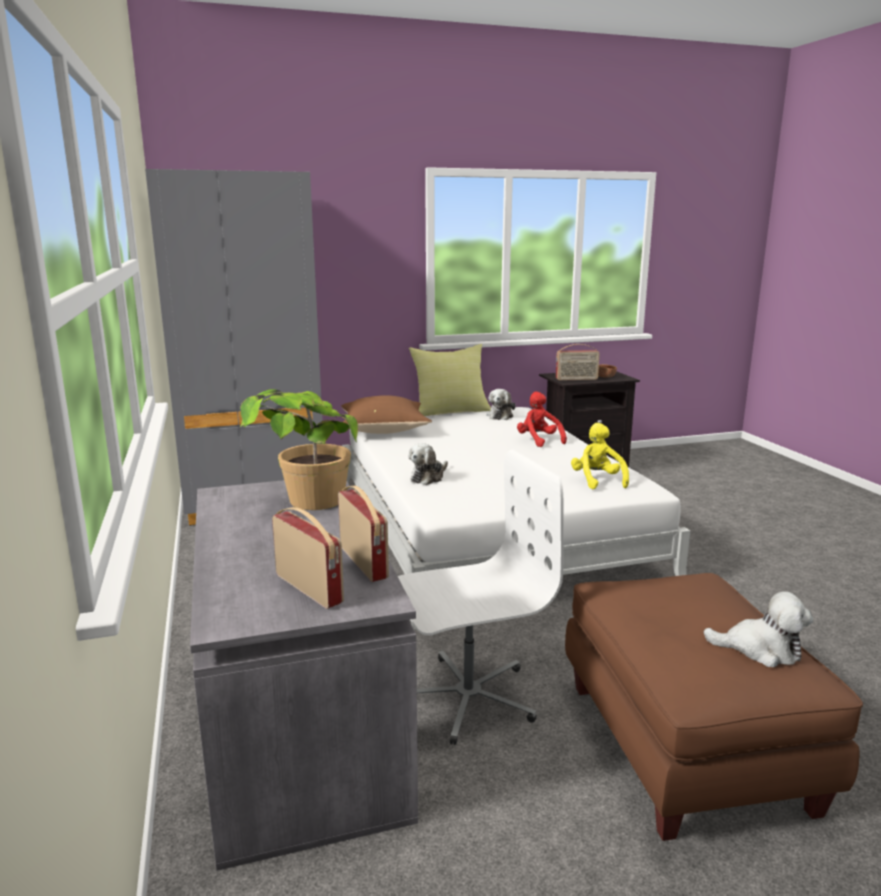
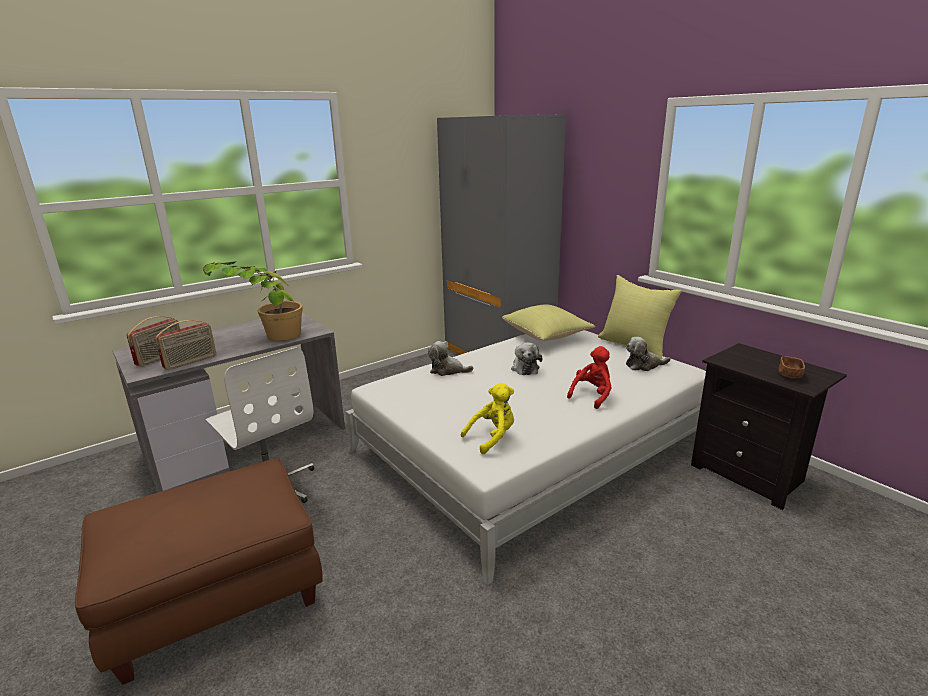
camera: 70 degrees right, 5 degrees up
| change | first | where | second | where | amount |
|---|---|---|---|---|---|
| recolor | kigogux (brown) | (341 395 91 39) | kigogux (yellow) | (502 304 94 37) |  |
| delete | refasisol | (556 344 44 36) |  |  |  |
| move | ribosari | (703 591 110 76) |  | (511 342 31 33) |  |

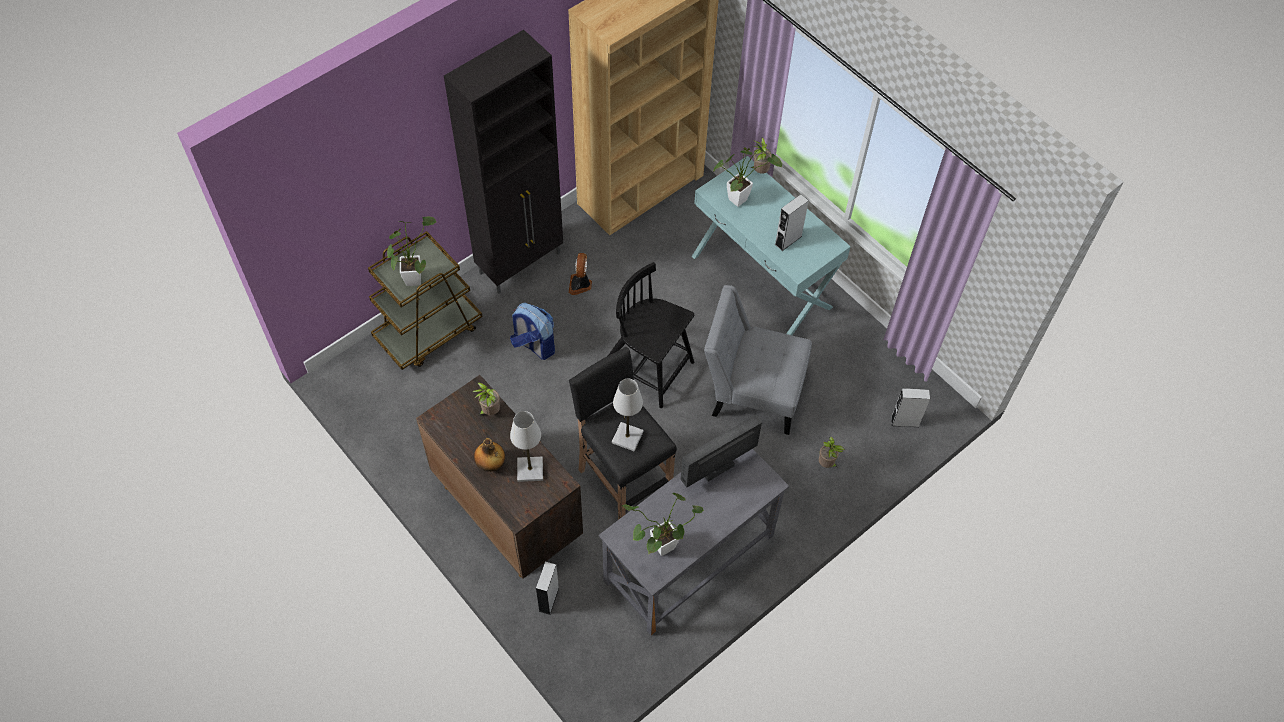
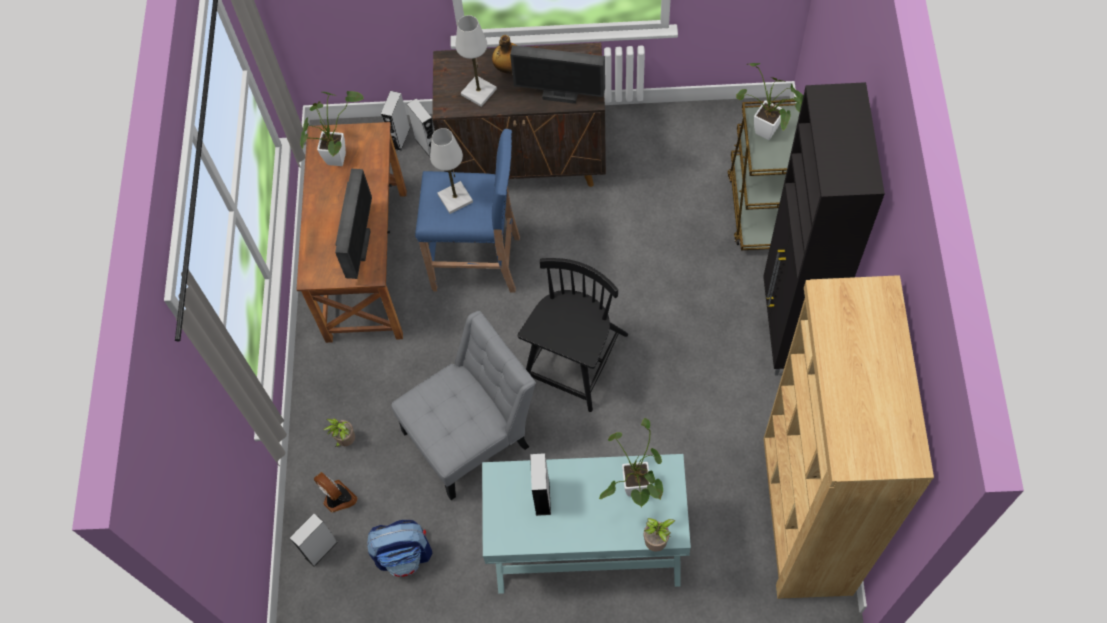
camera: 135 degrees right, 5 degrees up
| change | first | where | second | where | amount |
|---|---|---|---|---|---|
| replace | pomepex | (472 382 28 33) | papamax | (510 45 95 59) |  |
| move | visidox | (510 303 45 57) |  | (367 520 66 57) |  |
| move | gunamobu | (569 253 23 42) |  | (314 472 44 41) |  |
| recolor | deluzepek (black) | (569 347 108 173) | deluzepek (blue) | (415 129 105 164) |  |
| recolor | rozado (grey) | (599 449 190 186) | rozado (brown) | (297 122 110 221) |  |
| rotate | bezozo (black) | (608 262 87 146) |  | (518 258 110 154) | 45 degrees counterclockwise |
| insert |  |  | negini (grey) | (381 91 29 60) |  |

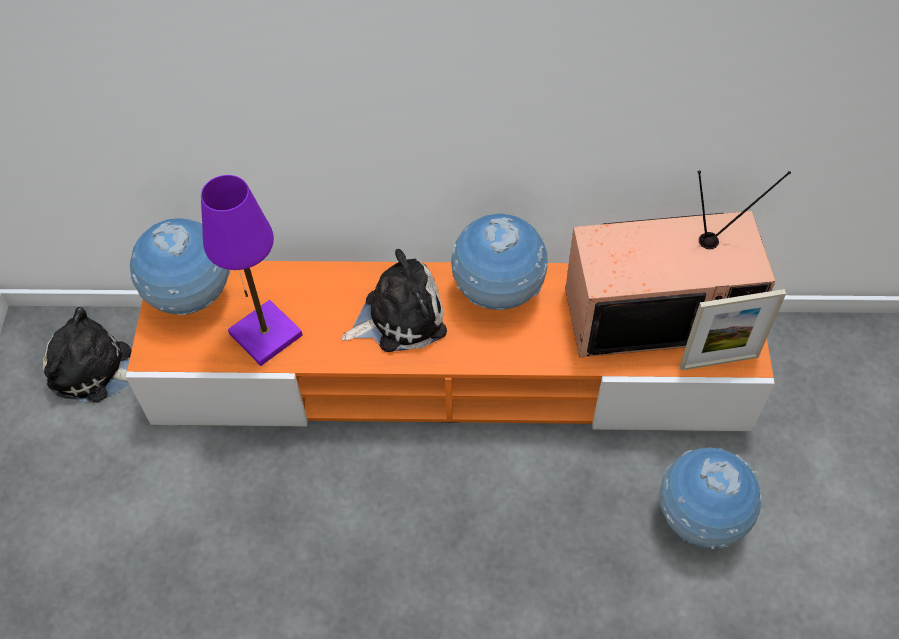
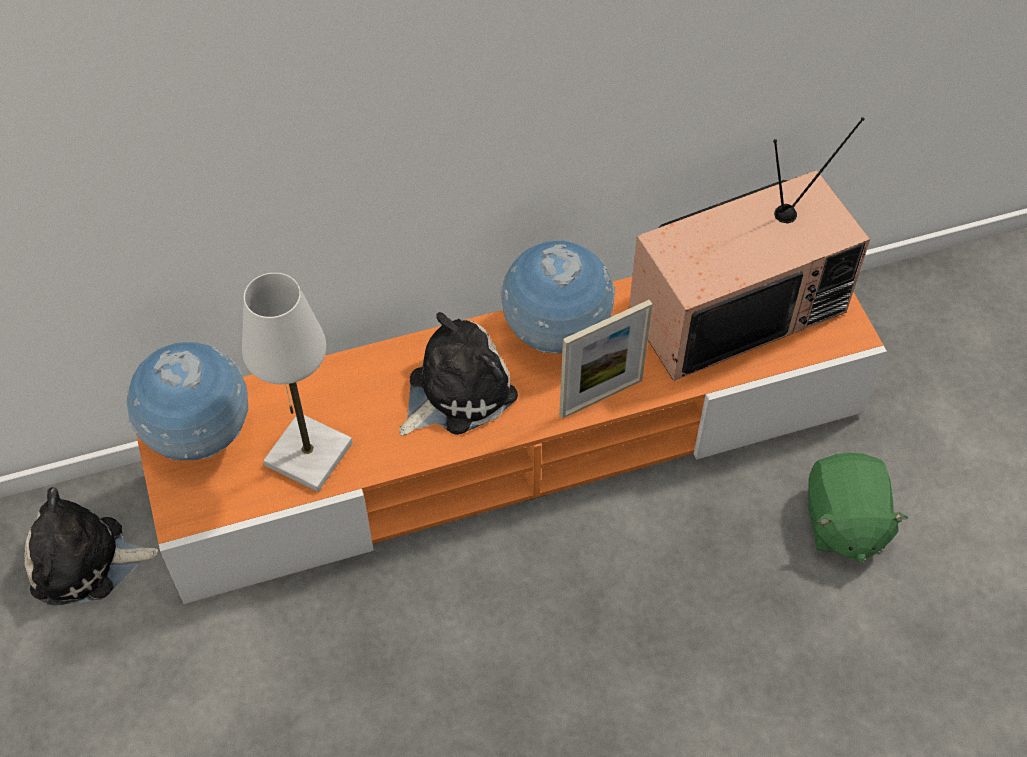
camera: 20 degrees left, 0 degrees up
| change | first | where | second | where | amount |
|---|---|---|---|---|---|
| recolor | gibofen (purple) | (201 175 101 191) | gibofen (white) | (242 273 111 219) |  |
| replace | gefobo | (660 448 102 101) | ribosari (green) | (808 453 100 109) |  |
| move | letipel | (680 289 106 81) |  | (559 300 94 119) |  |

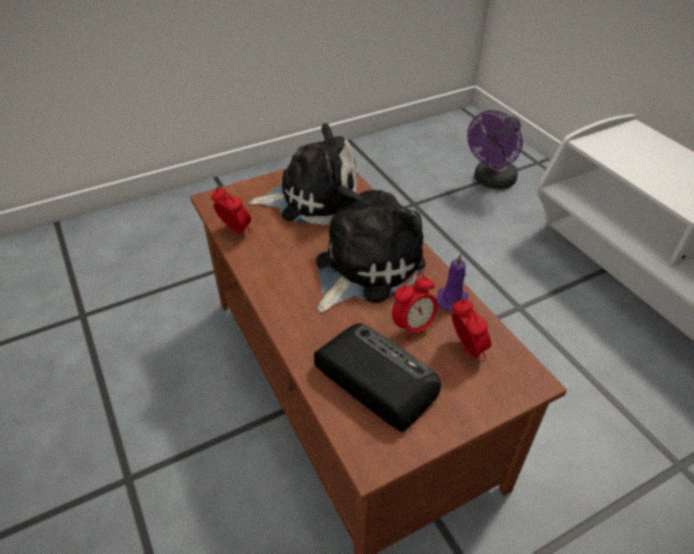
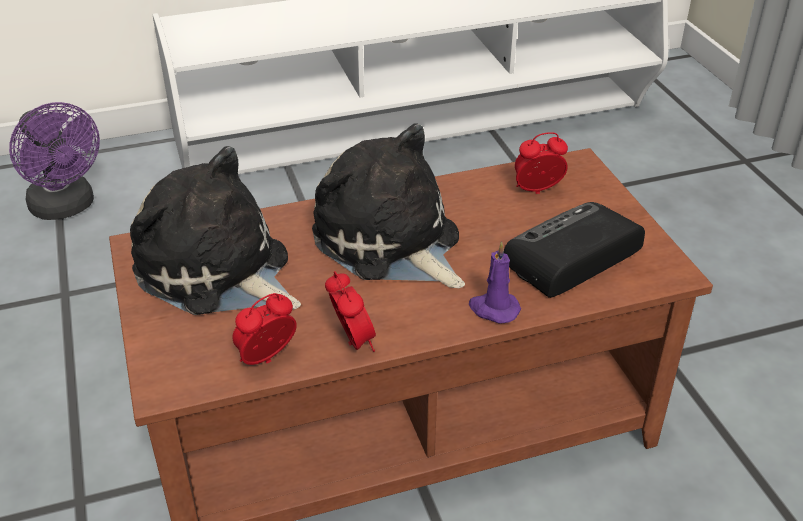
camera: 80 degrees left, 5 degrees down
| change | first | where | second | where | amount |
|---|---|---|---|---|---|
| rotate | ribosari | (248 123 110 102) |  | (130 146 171 169) | 60 degrees counterclockwise |
| move | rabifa | (392 272 46 68) |  | (325 271 51 81) |  |
| move | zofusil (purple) | (436 253 32 58) |  | (469 241 52 83) |  |

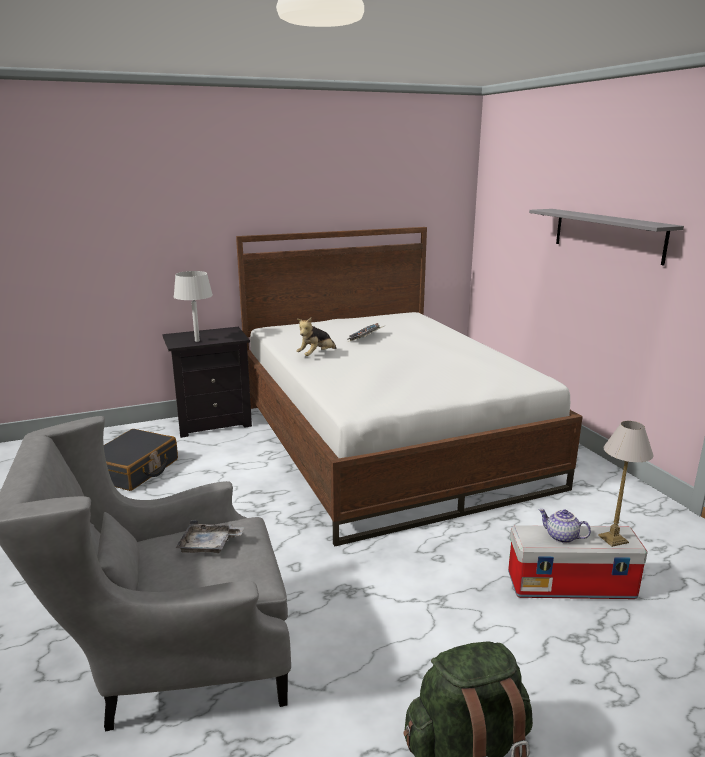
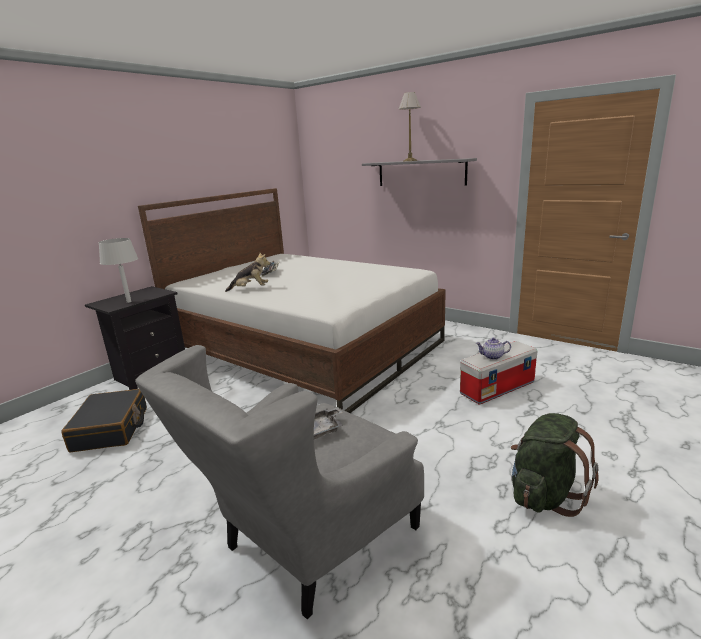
camera: 30 degrees left, 0 degrees up
| change | first | where | second | where | amount |
|---|---|---|---|---|---|
| rotate | ribosari | (296 318 40 38) |  | (225 252 45 40) | 105 degrees counterclockwise |
| move | gibofen | (598 421 55 126) |  | (399 92 22 69) |  |

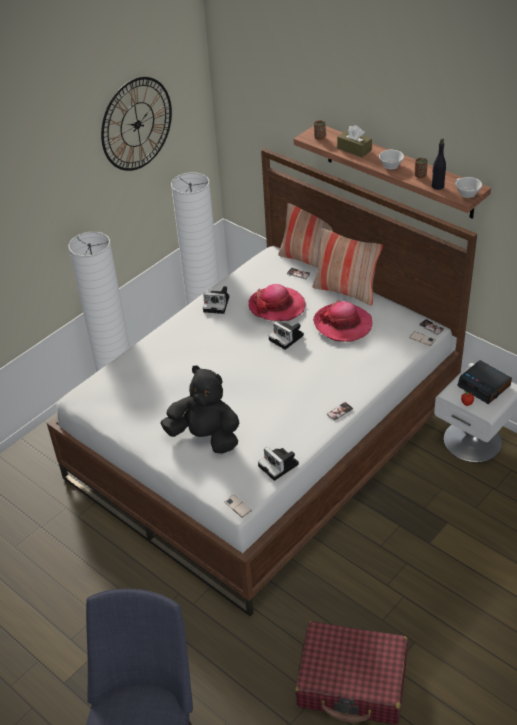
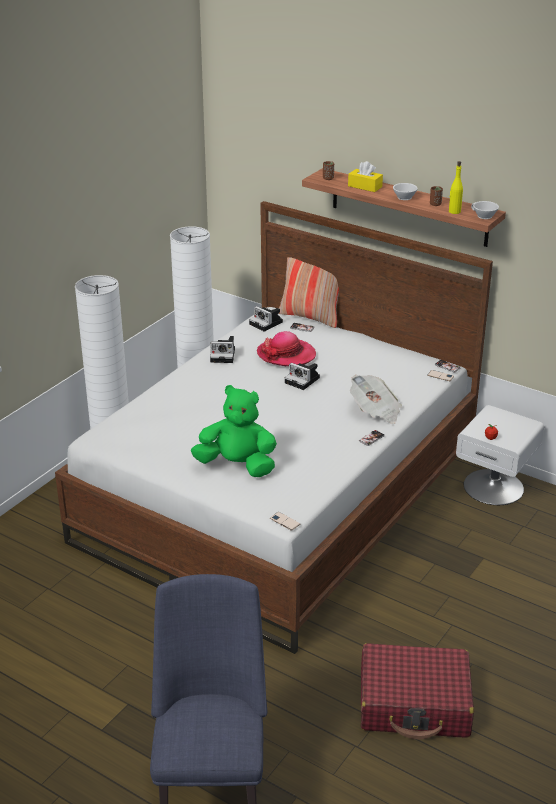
camera: 10 degrees left, 10 degrees down
| change | first | where | second | where | amount |
|---|---|---|---|---|---|
| delete | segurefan | (101 77 71 94) |  |  |  |
| recolor | ribosari (black) | (160 366 80 88) | ribosari (green) | (191 385 86 92) |  |
| move | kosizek | (258 447 41 34) |  | (249 306 34 26) |  |
| delete | kigogux | (312 228 71 77) |  |  |  |
| delete | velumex | (313 300 59 42) |  |  |  |
| recolor | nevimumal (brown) | (337 125 35 32) | nevimumal (yellow) | (348 161 35 31) |  |
| recolor | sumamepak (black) | (432 138 14 52) | sumamepak (yellow) | (449 161 14 53) |  |
| delete | rabifa | (457 360 55 44) |  |  |  |
| insert |  |  | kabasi | (350 375 52 49) |  |

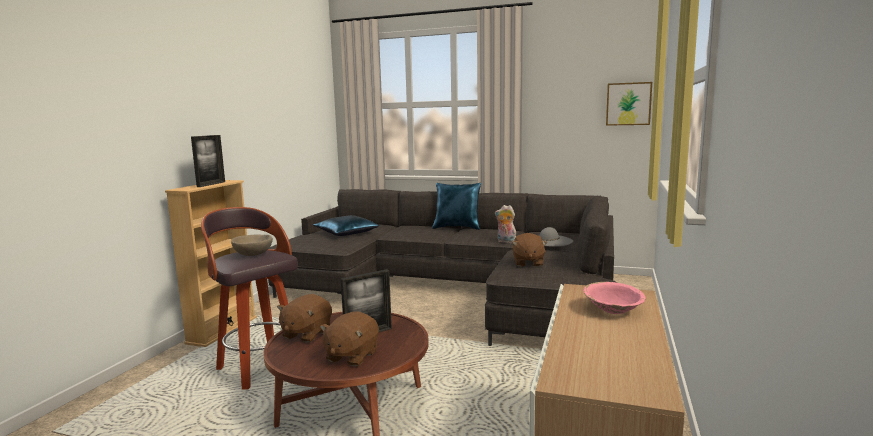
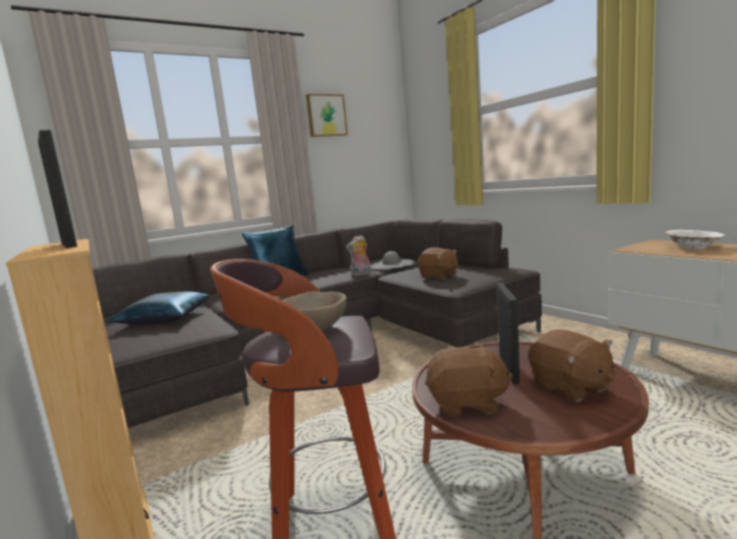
camera: 50 degrees left, 0 degrees up
| change | first | where | second | where | amount |
|---|---|---|---|---|---|
| rotate | ribosari (brown) | (277 294 55 49) |  | (425 344 88 73) | 60 degrees counterclockwise |
| recolor | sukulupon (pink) | (583 282 63 32) | sukulupon (white) | (665 230 60 19) |  |
| move | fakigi | (606 82 46 44) |  | (306 94 42 43) |  |

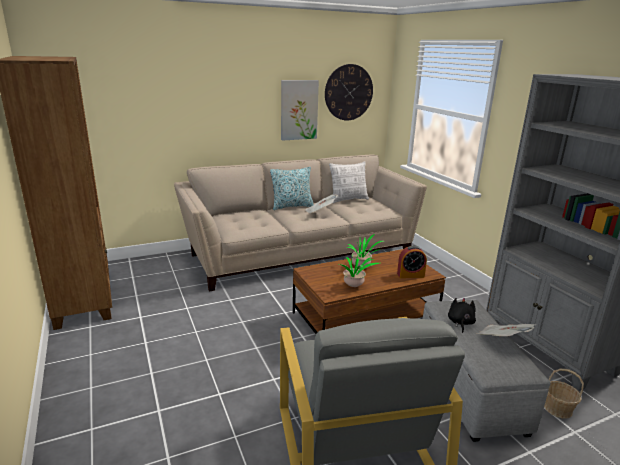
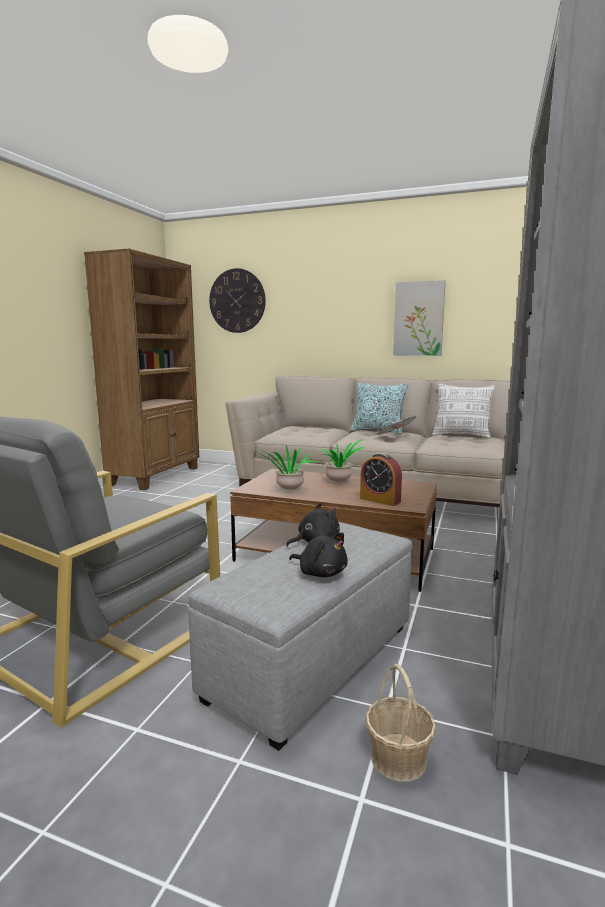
camera: 45 degrees right, 10 degrees down
| change | first | where | second | where | amount |
|---|---|---|---|---|---|
| move | segurefan | (325 64 48 57) |  | (209 268 57 65) |  |
| replace | kabasi | (476 324 60 12) | ribosari (black) | (289 533 59 44) |  |

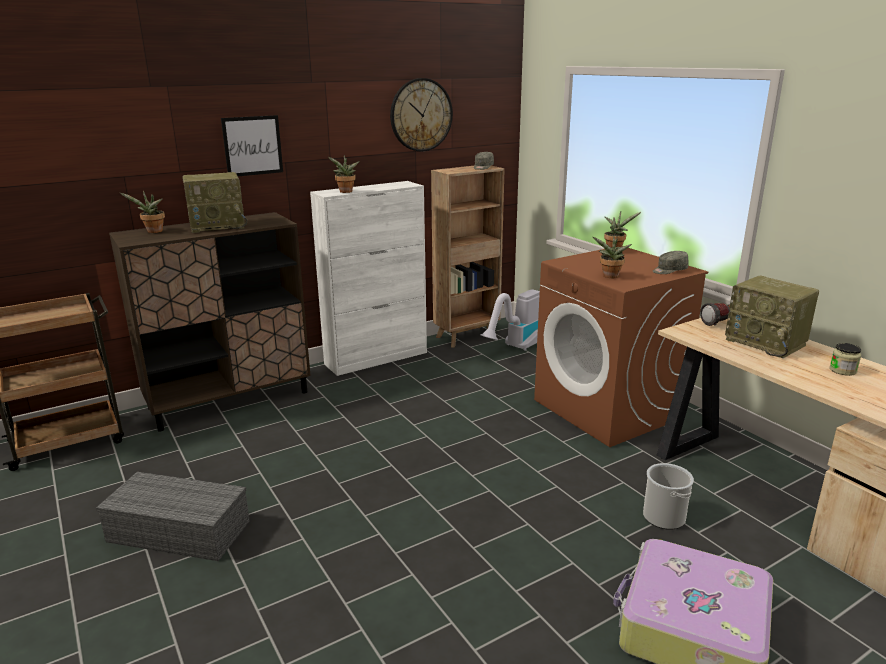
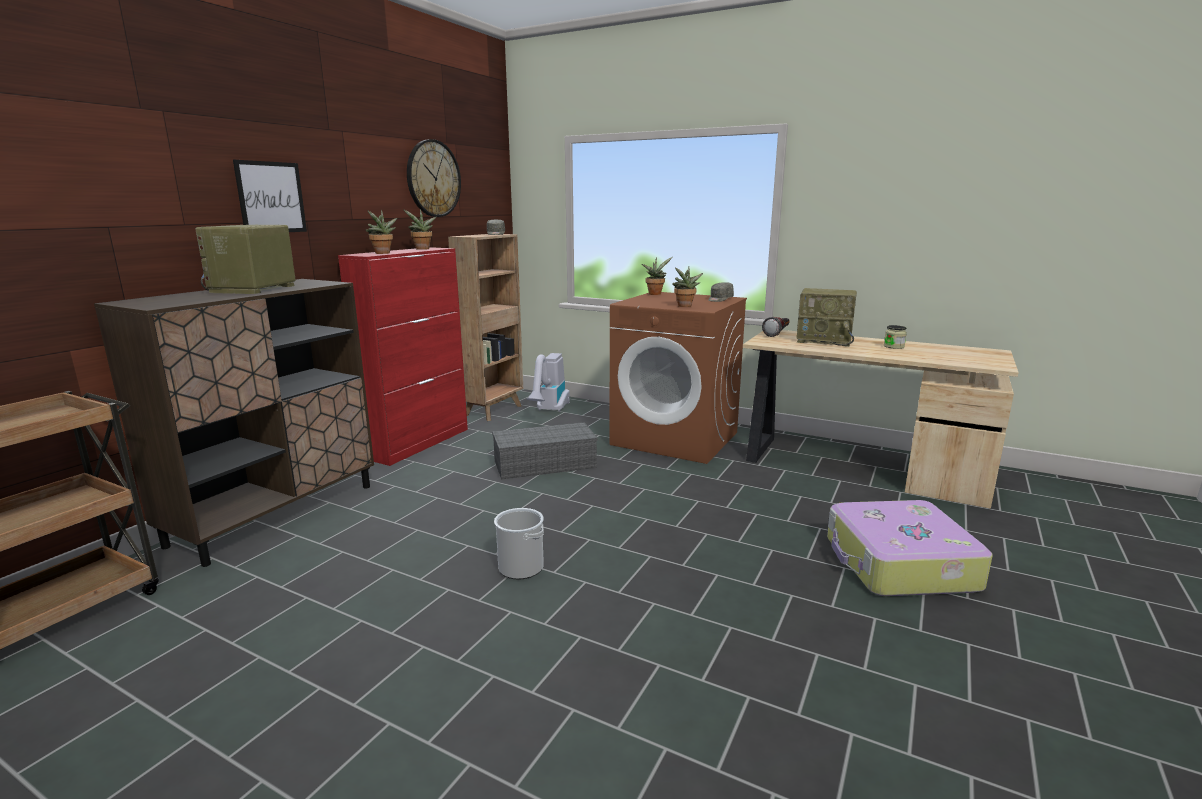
camera: 30 degrees left, 5 degrees down
| change | first | where | second | where | amount |
|---|---|---|---|---|---|
| move | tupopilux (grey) | (96 472 154 89) |  | (492 422 106 57) |  |
| move | pomepex | (120 191 45 42) |  | (404 209 32 41) |  |
| rotate | refasisol | (182 172 65 61) |  | (196 225 100 69) | 150 degrees clockwise |
| recolor | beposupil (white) | (310 181 117 195) | beposupil (red) | (338 247 130 219) |  |
| move | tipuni | (643 463 51 67) |  | (494 508 50 71) |  |

